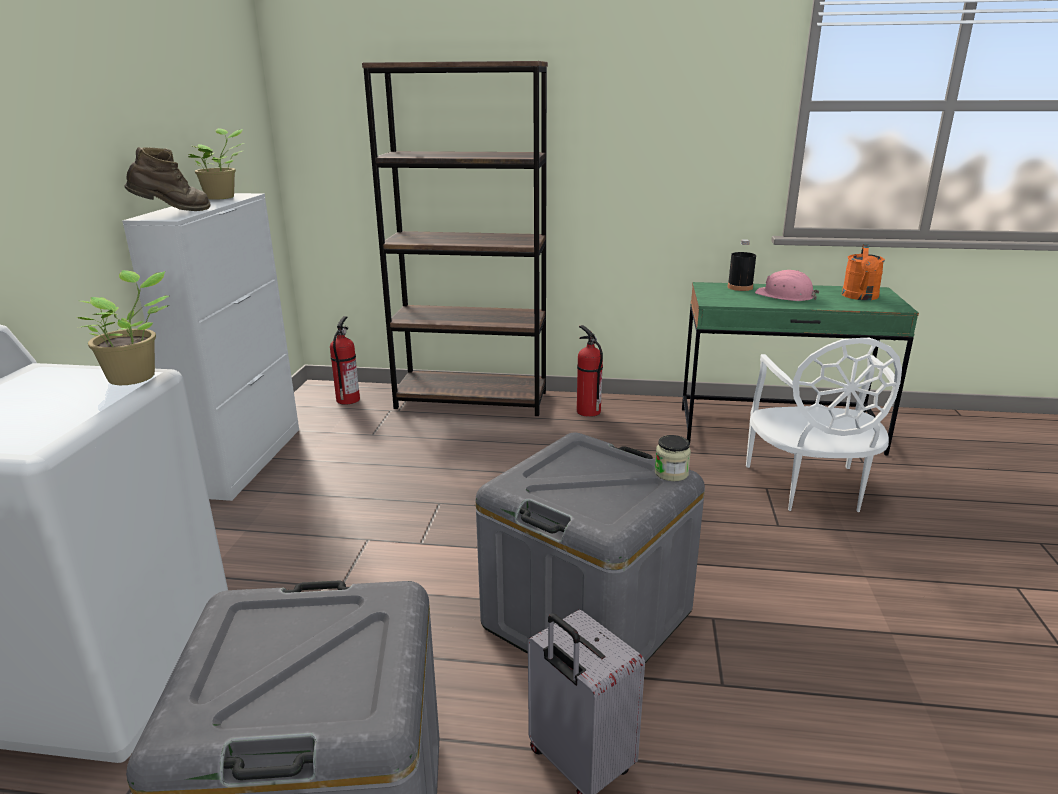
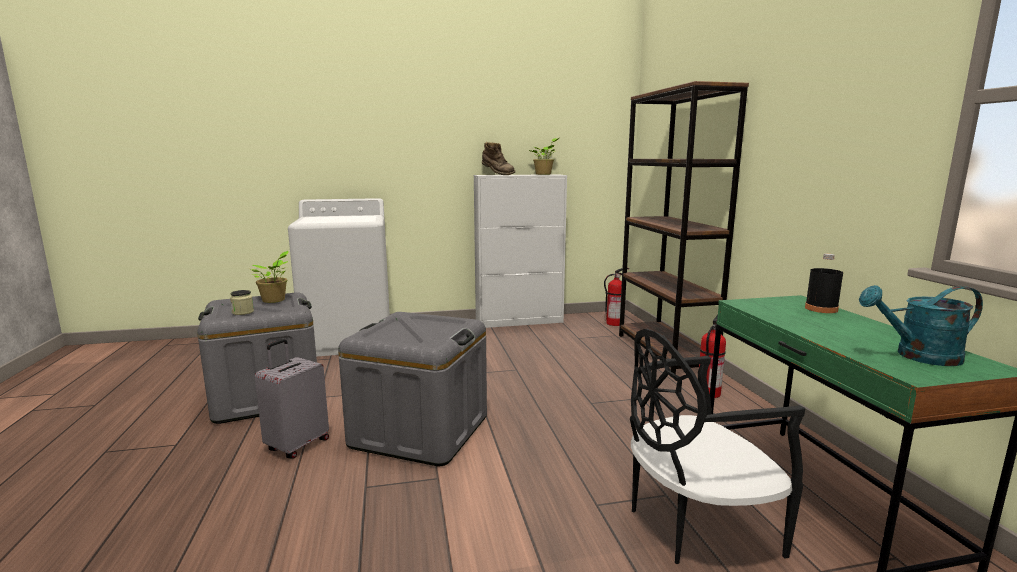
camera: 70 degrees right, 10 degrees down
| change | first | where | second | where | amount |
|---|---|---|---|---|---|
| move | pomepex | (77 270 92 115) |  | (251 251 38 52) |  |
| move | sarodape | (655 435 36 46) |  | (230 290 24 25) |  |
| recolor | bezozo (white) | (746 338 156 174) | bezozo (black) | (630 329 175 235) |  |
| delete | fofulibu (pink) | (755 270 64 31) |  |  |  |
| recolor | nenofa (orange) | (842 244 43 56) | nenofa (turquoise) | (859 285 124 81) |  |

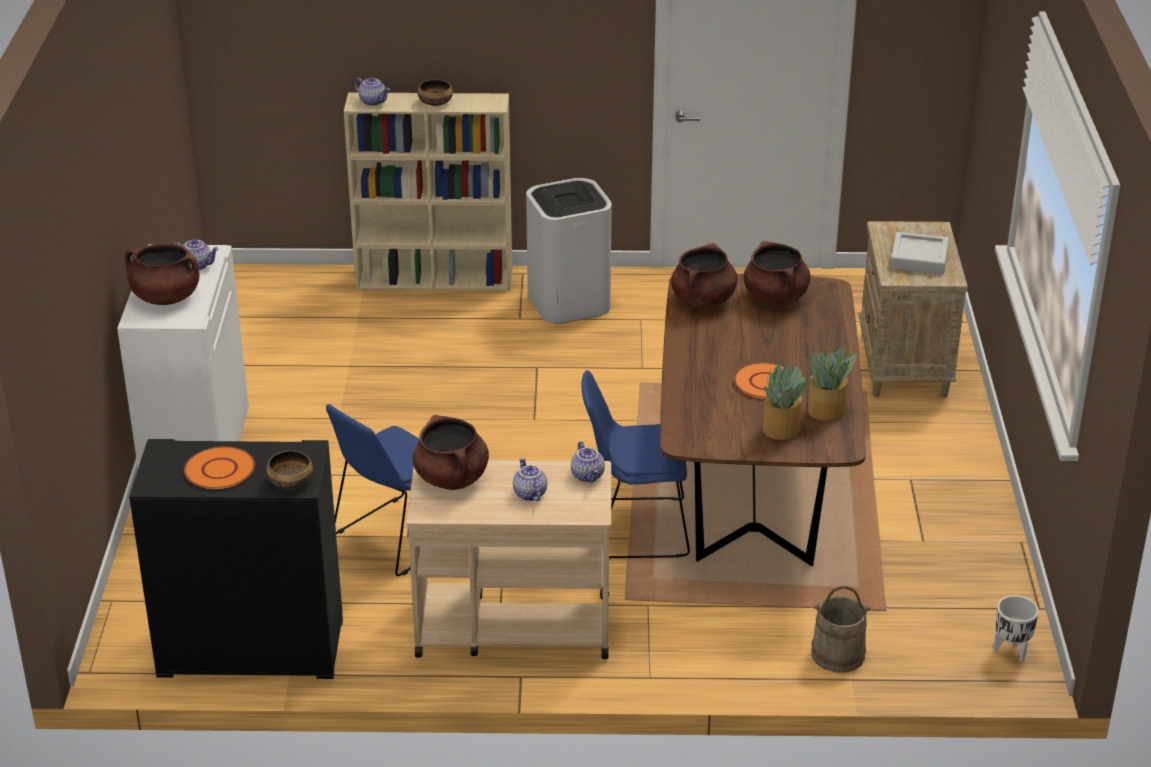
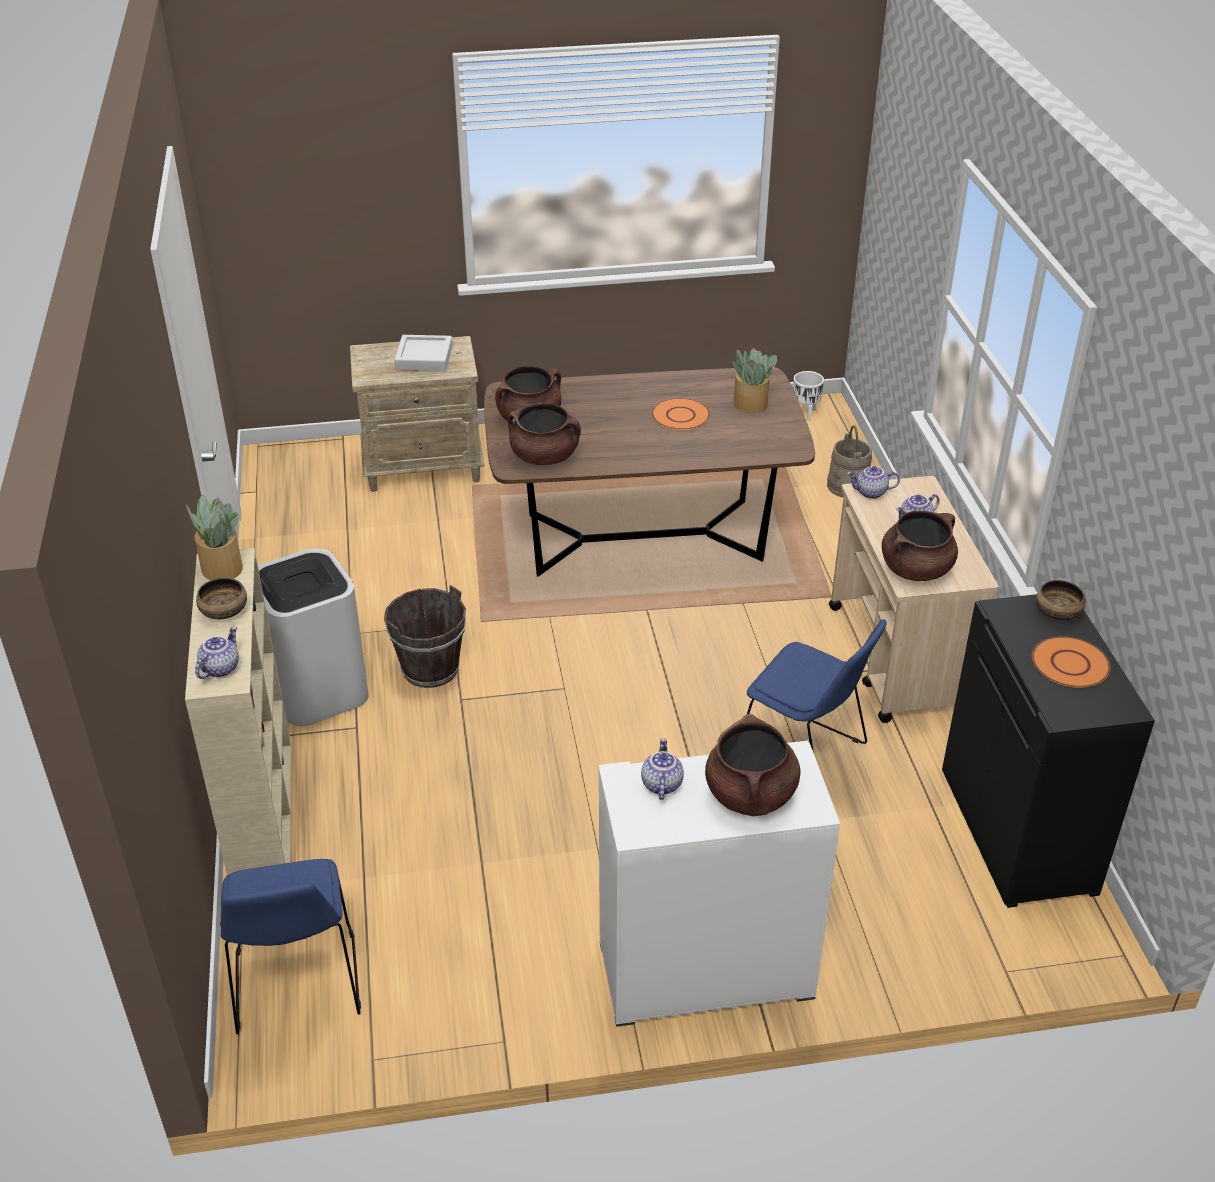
camera: 100 degrees left, 5 degrees up
| change | first | where | second | where | amount |
|---|---|---|---|---|---|
| rotate | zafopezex | (571 441 34 42) |  | (847 466 53 33) | 150 degrees counterclockwise |
| move | bezozo (blue) | (581 370 109 188) |  | (220 859 141 176) |  |
| move | pomepex | (807 346 49 74) |  | (186 495 57 85) |  |
| insert |  |  | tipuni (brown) | (384 585 82 103) |  |

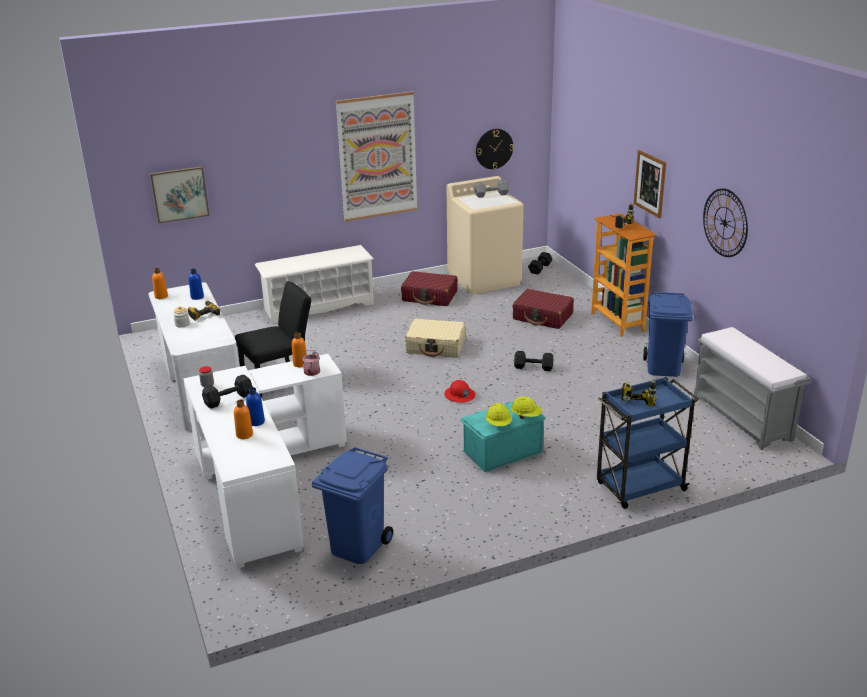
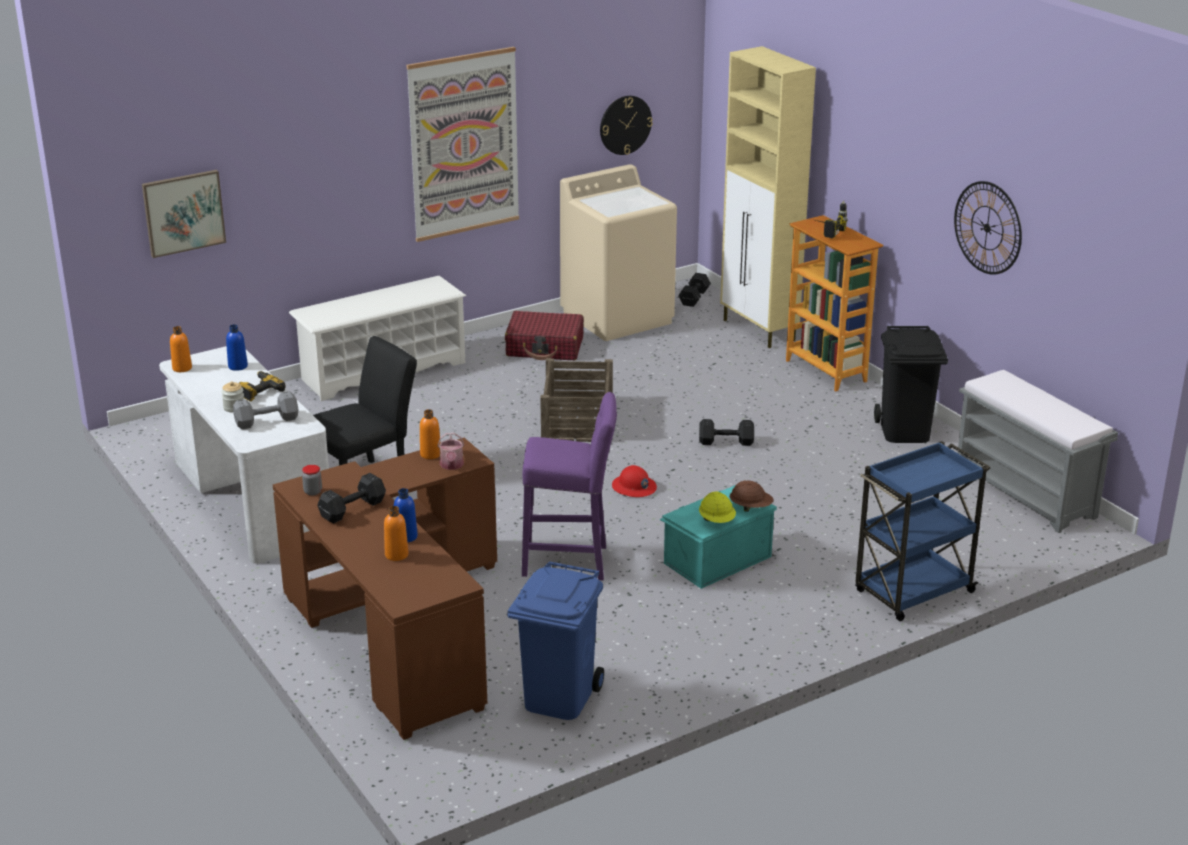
camera: 10 degrees left, 0 degrees up
| change | first | where | second | where | amount |
|---|---|---|---|---|---|
| recolor | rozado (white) | (183 354 164 214) | rozado (brown) | (273 438 224 302) |  |
| replace | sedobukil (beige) | (405 319 60 38) | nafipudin | (540 358 73 84) |  |
| move | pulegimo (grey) | (474 180 35 18) |  | (233 391 66 38) |  |
| recolor | fofulibu (yellow) | (511 396 31 23) | fofulibu (brown) | (730 480 44 32) |  |
| delete | sedobukil (red) | (512 289 62 40) |  |  |  |
| delete | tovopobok | (621 379 36 28) |  |  |  |
| delete | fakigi | (634 150 32 68) |  |  |  |
| recolor | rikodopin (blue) | (643 292 50 85) | rikodopin (black) | (874 326 74 117) |  |
| insert |  |  | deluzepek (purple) | (522 392 95 188) |  |
| insert |  |  | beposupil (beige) | (720 46 96 302) |  |

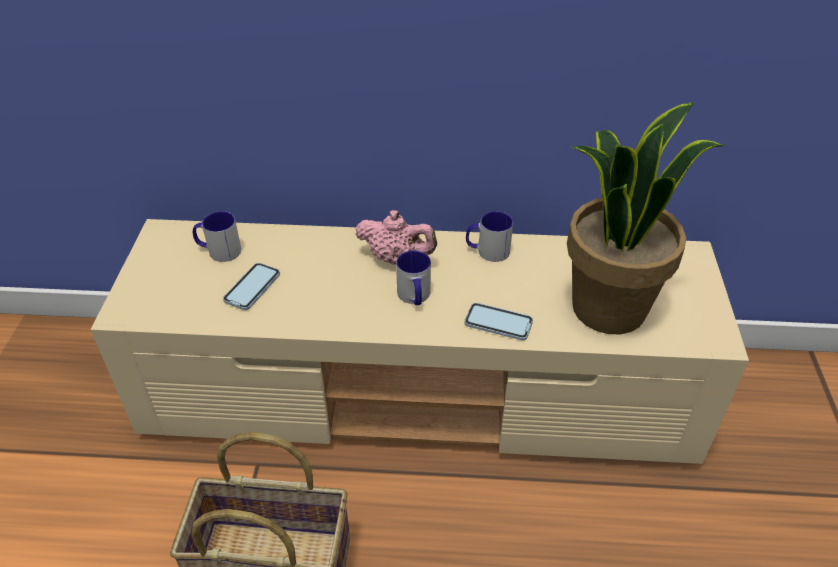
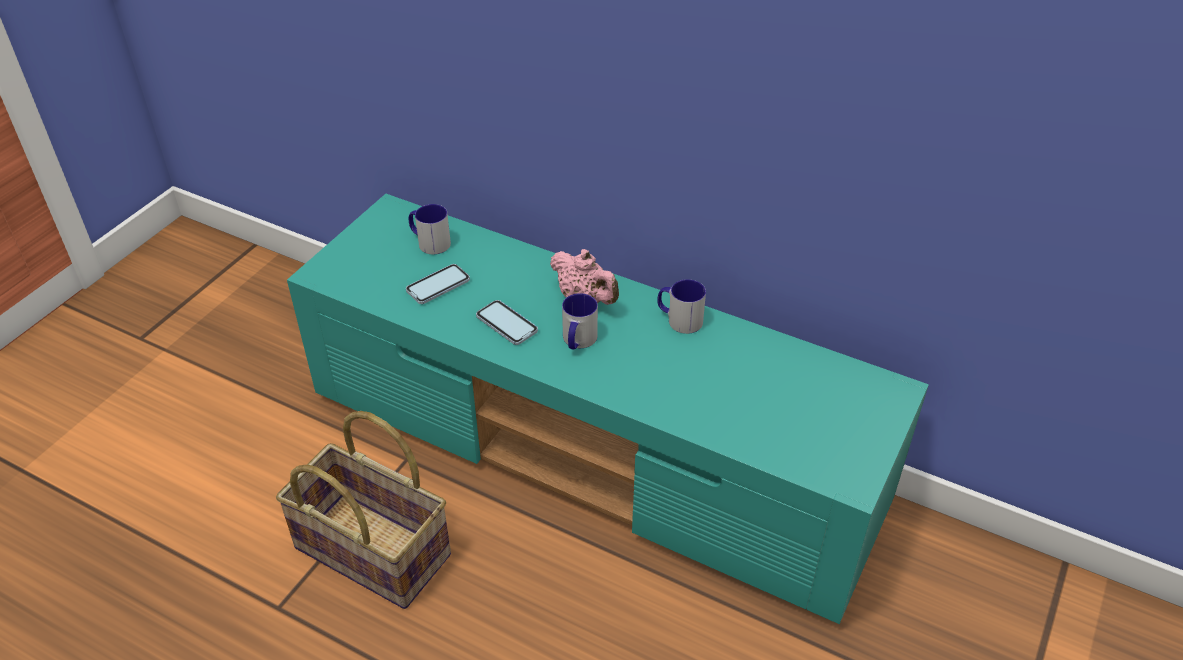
camera: 25 degrees right, 0 degrees up
| change | first | where | second | where | amount |
|---|---|---|---|---|---|
| recolor | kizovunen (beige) | (91 219 658 245) | kizovunen (turquoise) | (287 194 642 430) |  |
| move | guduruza | (464 303 69 37) |  | (476 300 62 45) |  |
| delete | pomepex | (567 102 159 232) |  |  |  |

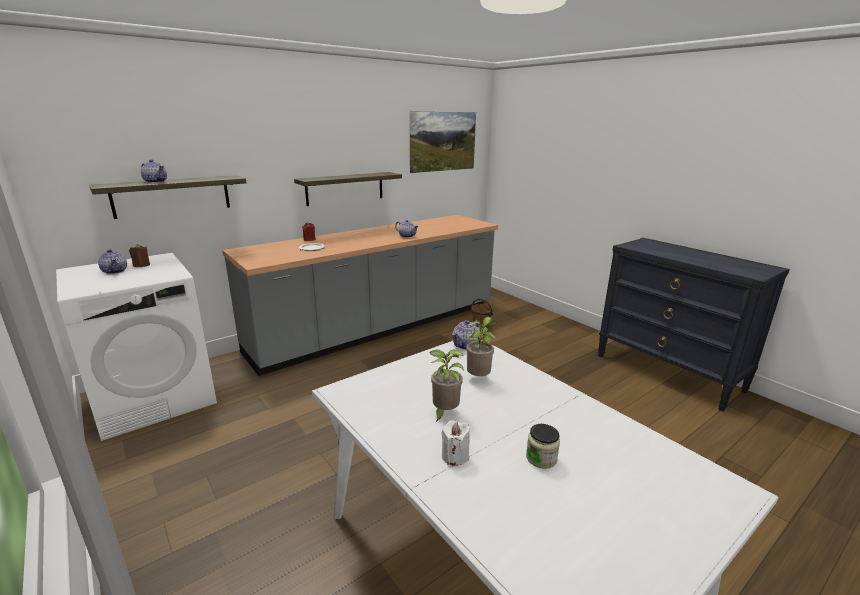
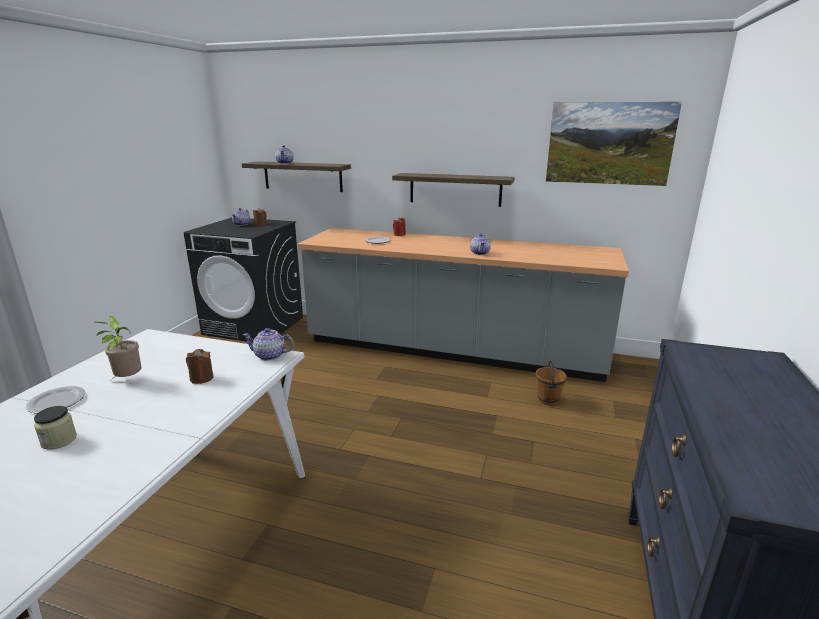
camera: 55 degrees right, 0 degrees up
| change | first | where | second | where | amount |
|---|---|---|---|---|---|
| recolor | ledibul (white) | (56 253 161 188) | ledibul (black) | (184 217 119 125) |  |
| replace | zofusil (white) | (442 420 28 46) | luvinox | (26 386 59 27) |  |
| replace | pomepex | (466 317 31 59) | zofusil (brown) | (186 349 28 35) |  |

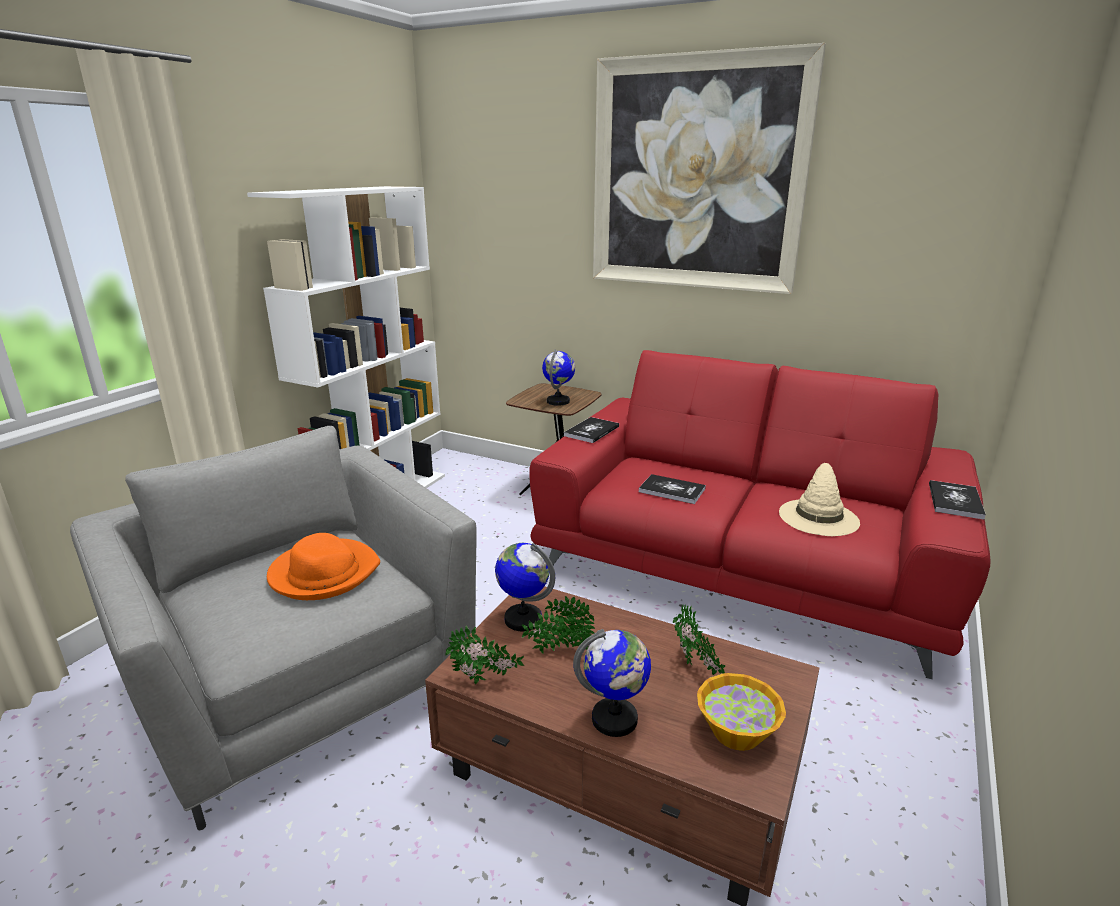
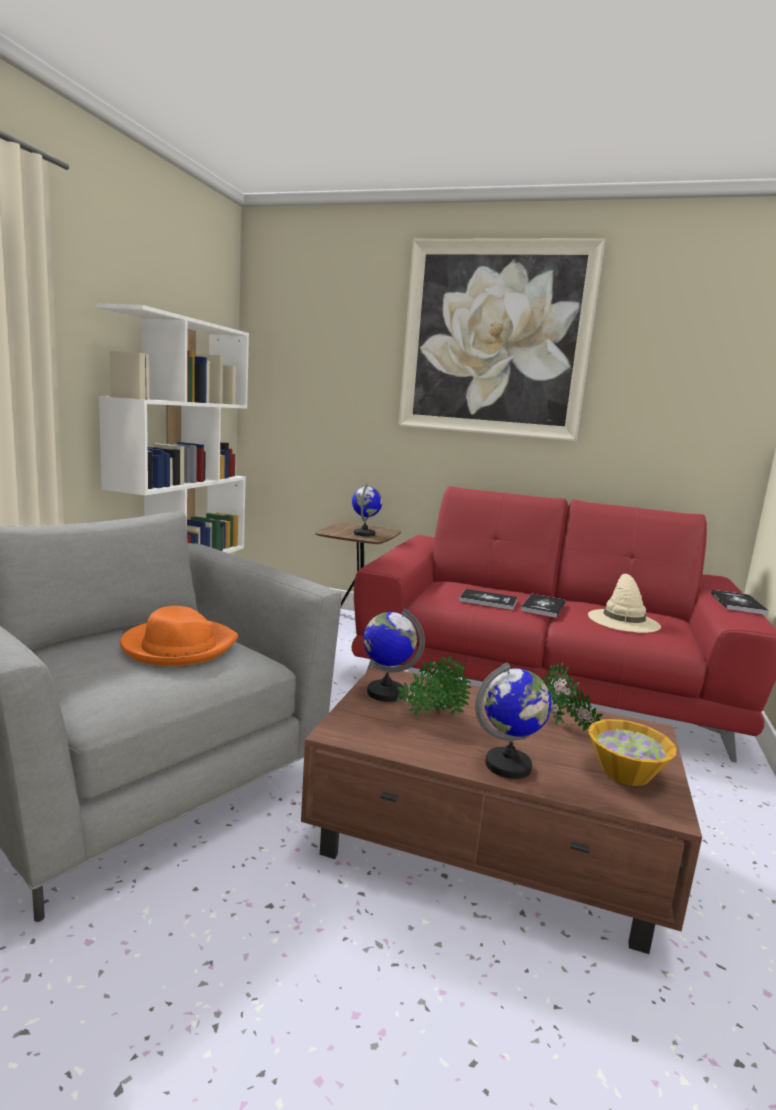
camera: 10 degrees left, 10 degrees down
| change | first | where | second | where | amount |
|---|---|---|---|---|---|
| delete | pomepex | (445 625 79 59) |  |  |  |
| move | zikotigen | (564 417 55 26) |  | (520 594 46 24) |  |

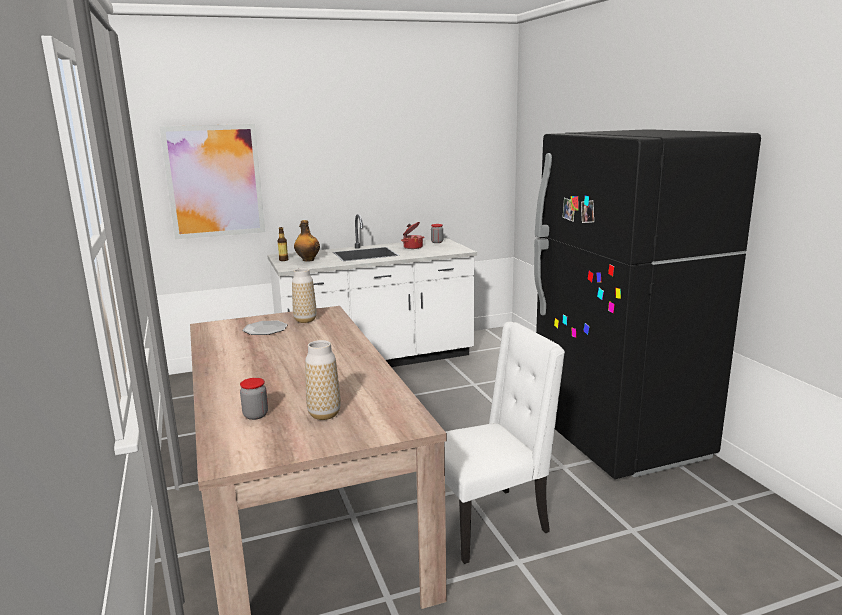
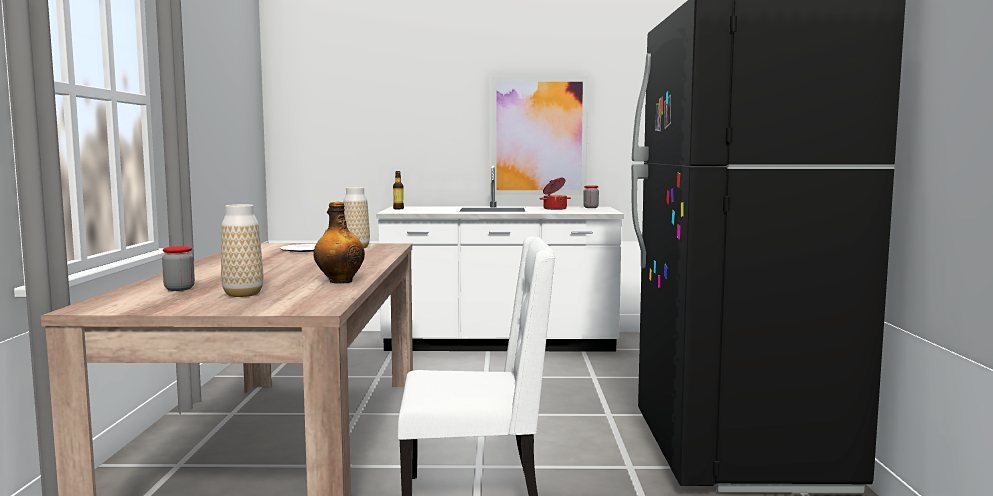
camera: 20 degrees right, 10 degrees down
| change | first | where | second | where | amount |
|---|---|---|---|---|---|
| move | fakigi | (160 124 105 115) |  | (491 76 97 119) |  |
| move | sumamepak | (294 220 26 42) |  | (314 202 51 82) |  |

